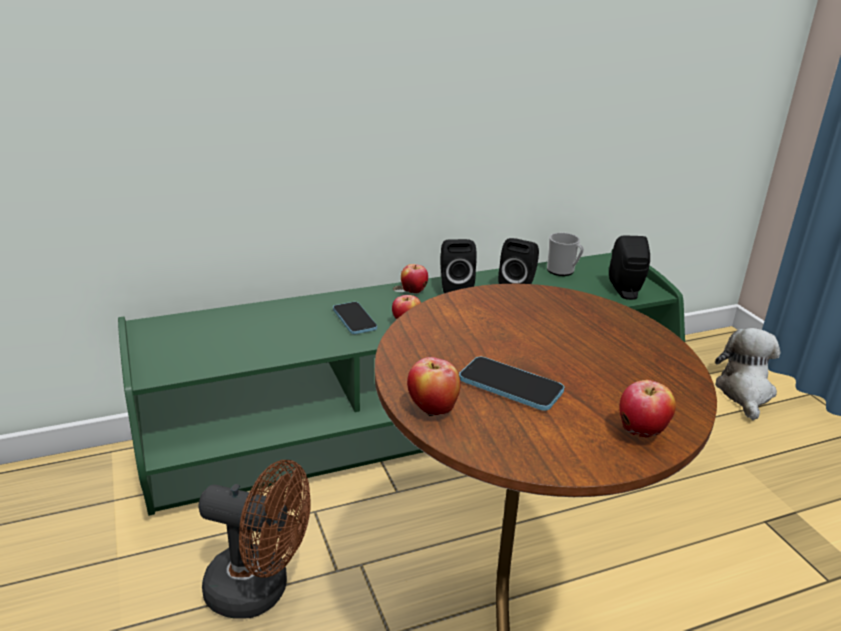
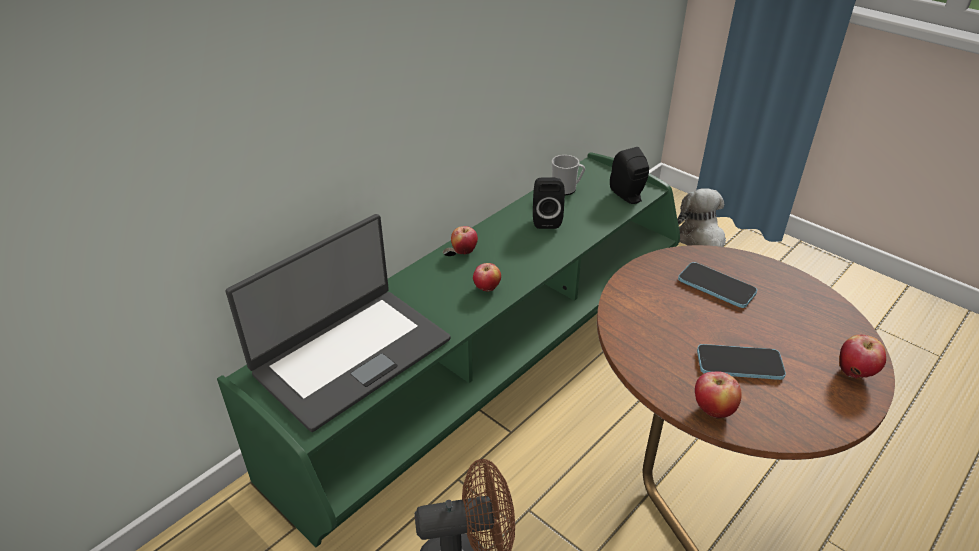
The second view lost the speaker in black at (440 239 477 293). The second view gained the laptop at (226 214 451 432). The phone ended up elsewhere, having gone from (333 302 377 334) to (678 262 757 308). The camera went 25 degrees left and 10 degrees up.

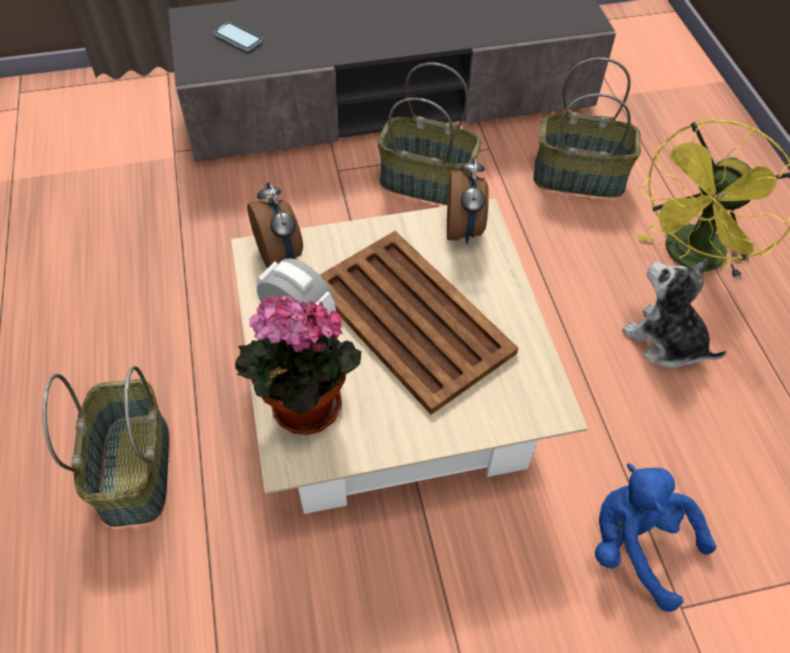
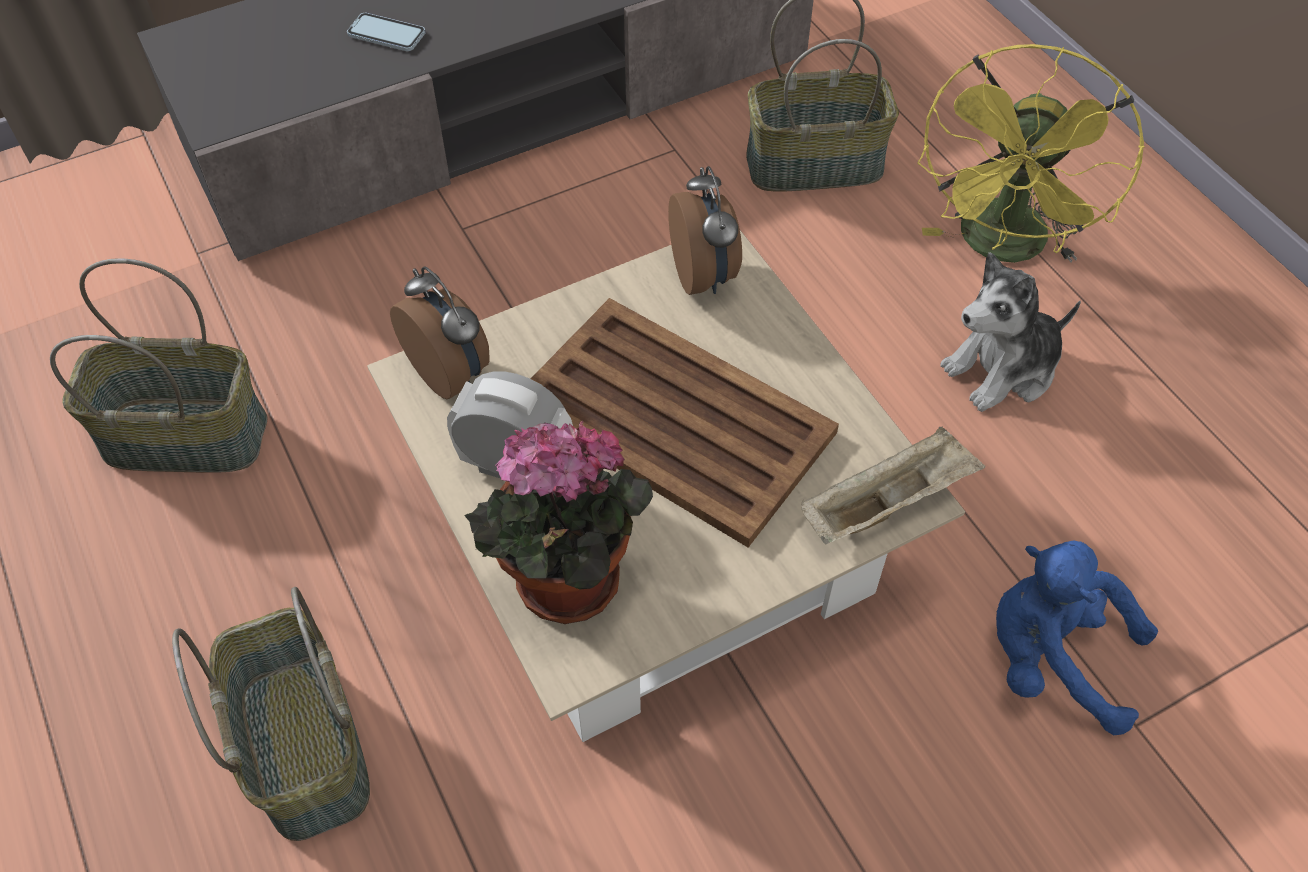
The second view gained the serving tray in beige at (801 426 985 544). The phone ended up elsewhere, having gone from (214 22 262 51) to (347 13 425 51). The household basket ended up elsewhere, having gone from (377 62 482 205) to (50 258 268 473). The plush toy at (622 258 727 368) ended up facing another way, 60 degrees counterclockwise from before. The camera went 15 degrees left and 0 degrees up.

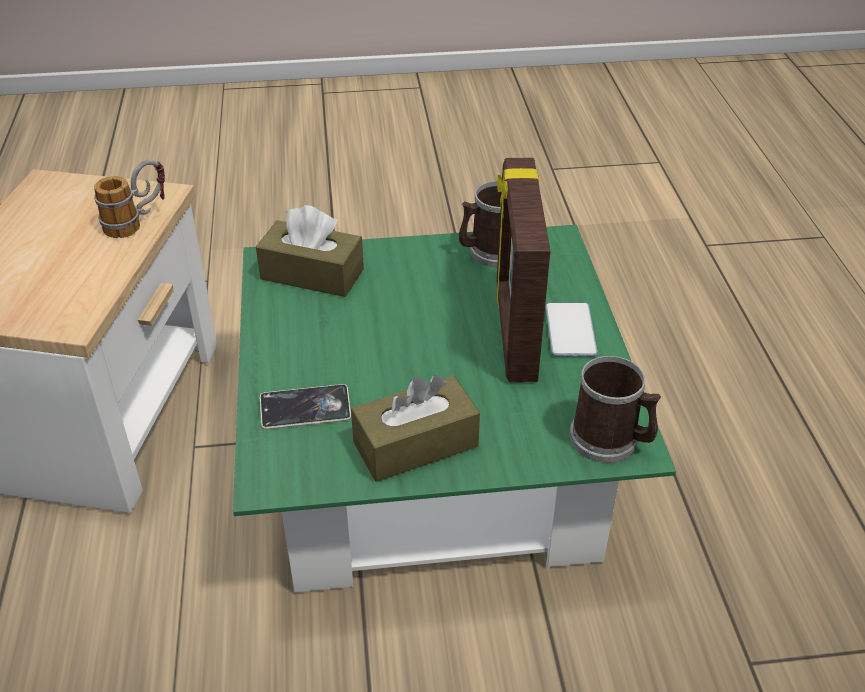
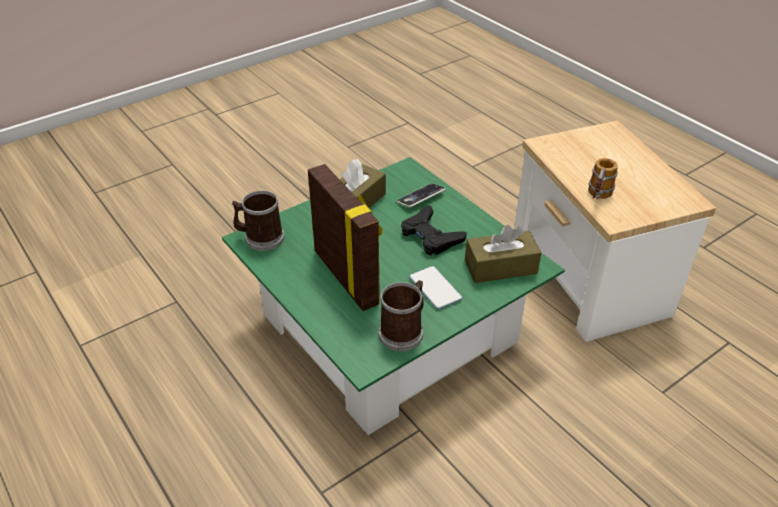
The second view gained the joypad in black at (401 205 467 255). The phone ended up elsewhere, having gone from (545 302 598 357) to (409 266 463 309). The camera went 150 degrees right and 0 degrees up.

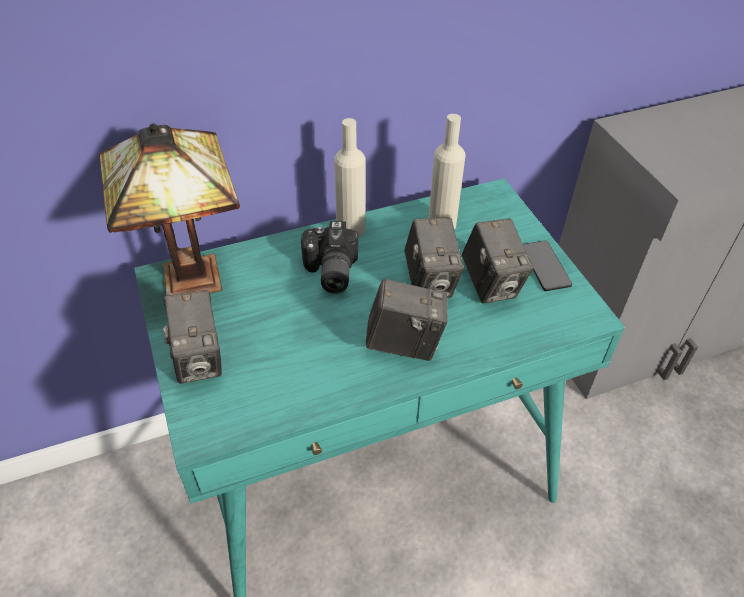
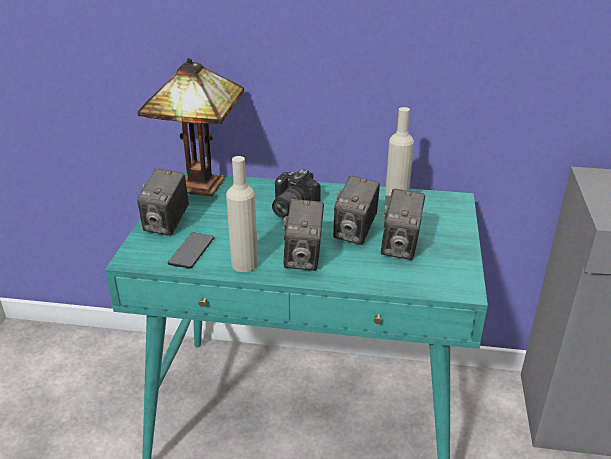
The beverage bottle in beige ended up elsewhere, having gone from (334 118 365 238) to (226 156 258 272). The phone ended up elsewhere, having gone from (523 241 572 291) to (168 232 214 269). The still camera at (366 278 448 361) ended up facing another way, 60 degrees clockwise from before. The camera went 30 degrees right and 15 degrees down.

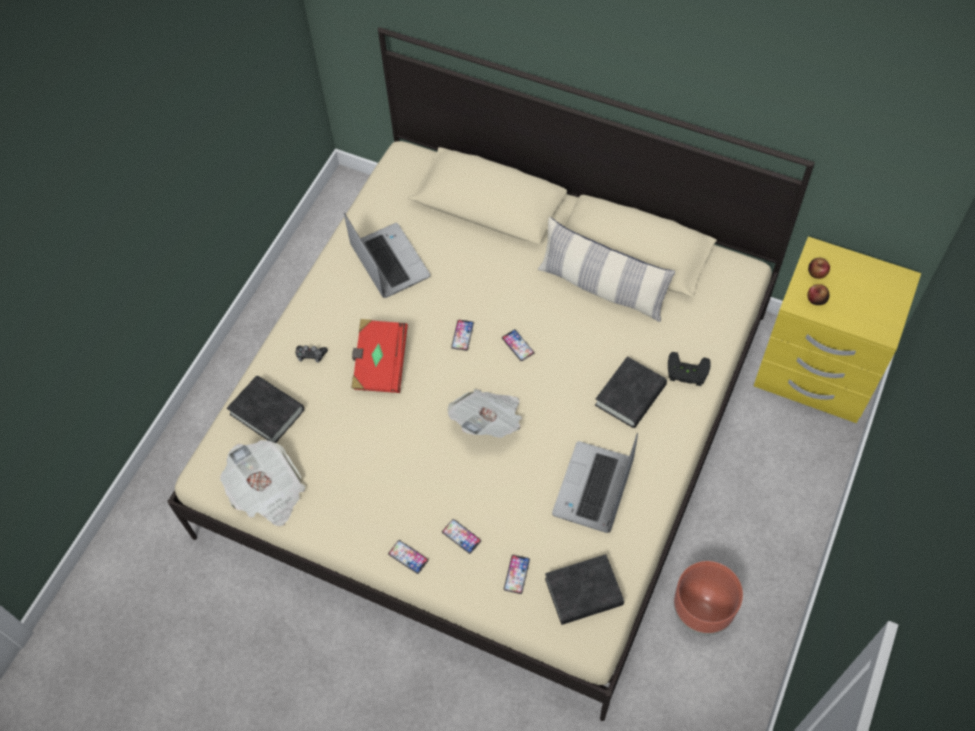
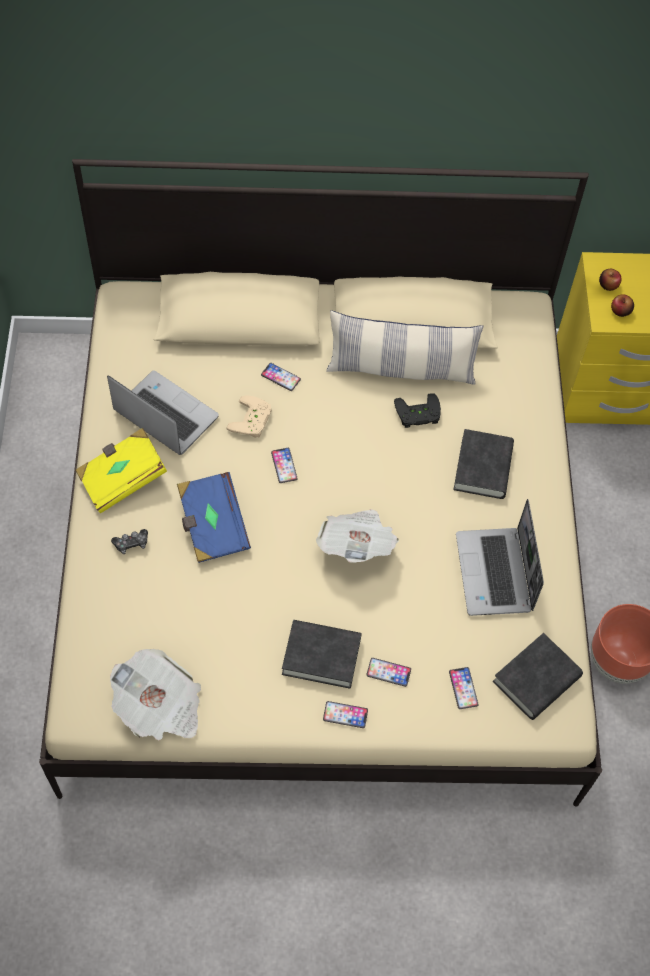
The second view gained the book in yellowish at (75 428 167 513). The second view gained the joypad in beige at (227 395 272 438). The book in black ended up elsewhere, having gone from (227 376 304 443) to (282 620 362 689). The phone ended up elsewhere, having gone from (502 330 534 361) to (261 363 301 391). The joypad in black ended up elsewhere, having gone from (668 352 711 386) to (394 393 441 428). What was the book in red at (351 319 408 393) turned into the book in blue-coloured at (177 472 251 563). The camera went 30 degrees left and 0 degrees up.

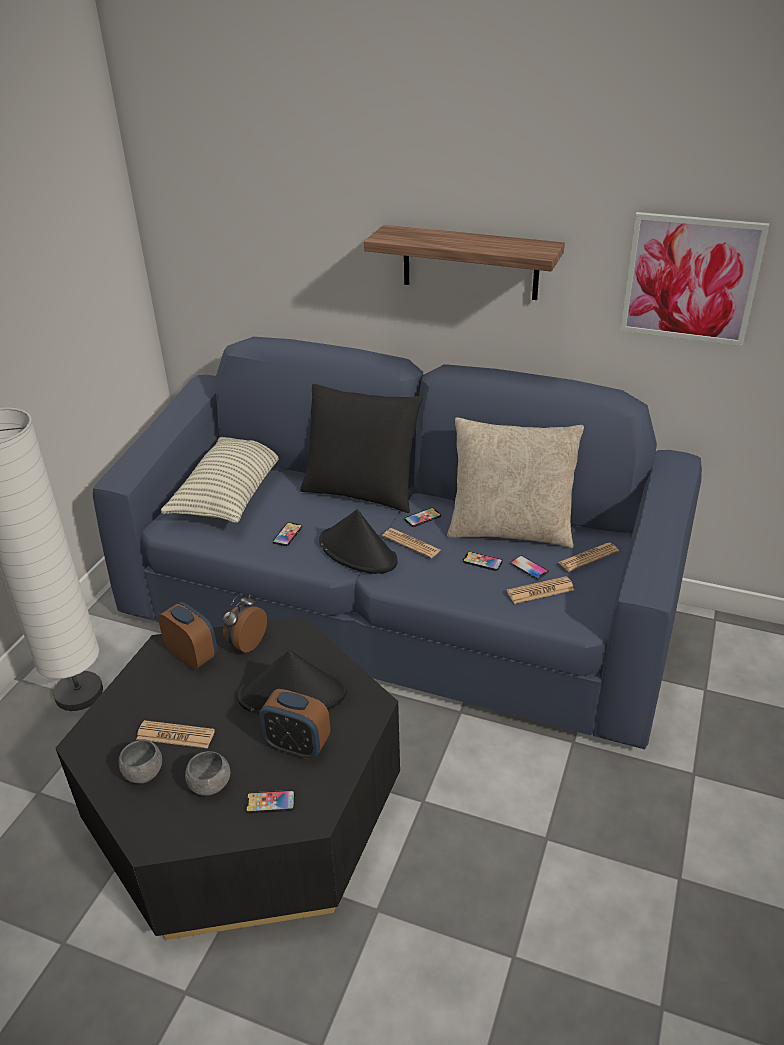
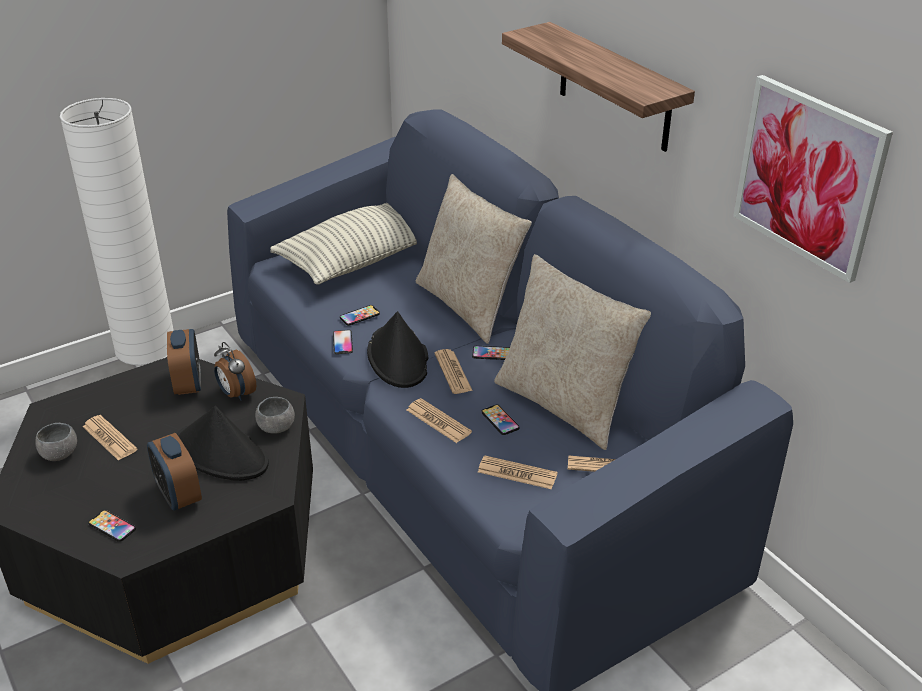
The second view gained the newspaper at (407 398 472 443). The bowl in greyish ended up elsewhere, having gone from (185 751 230 796) to (255 397 295 434). The phone ended up elsewhere, having gone from (510 555 549 579) to (333 330 353 354). What was the pillow in black at (300 384 423 513) turned into the pillow in beige at (416 174 532 344). The table clock at (223 593 267 653) ended up facing another way, 105 degrees counterclockwise from before. The camera went 35 degrees right and 0 degrees up.

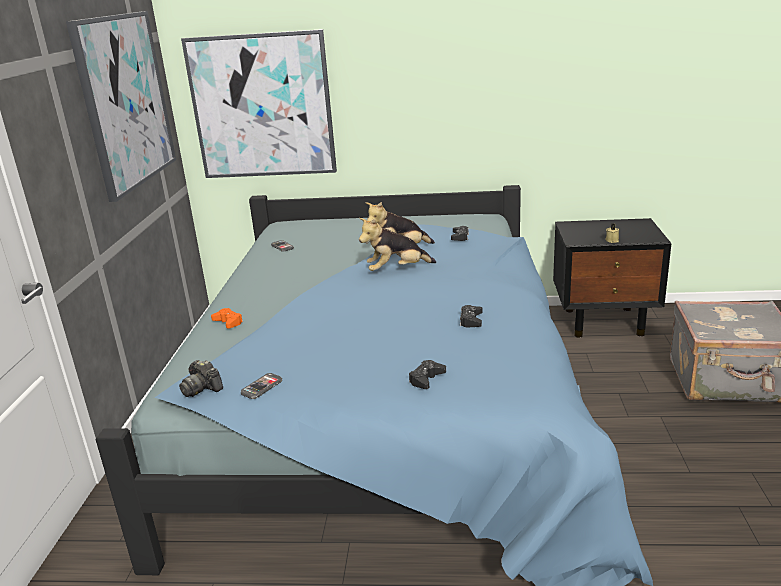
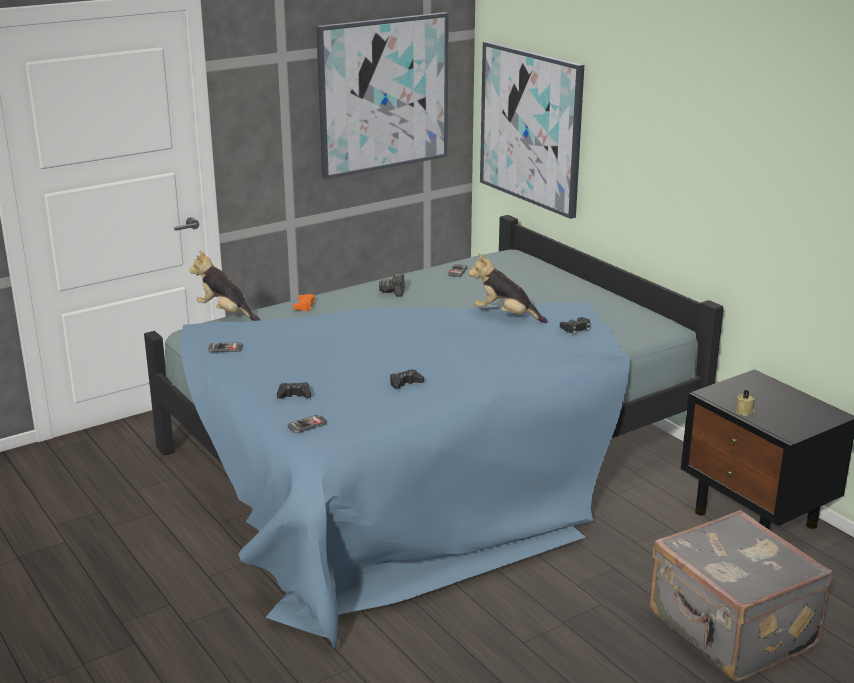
The second view gained the phone at (288 415 327 433). The still camera ended up elsewhere, having gone from (179 360 223 397) to (379 273 405 297). The plush toy ended up elsewhere, having gone from (359 218 436 271) to (189 250 260 321). The camera went 50 degrees right and 0 degrees up.

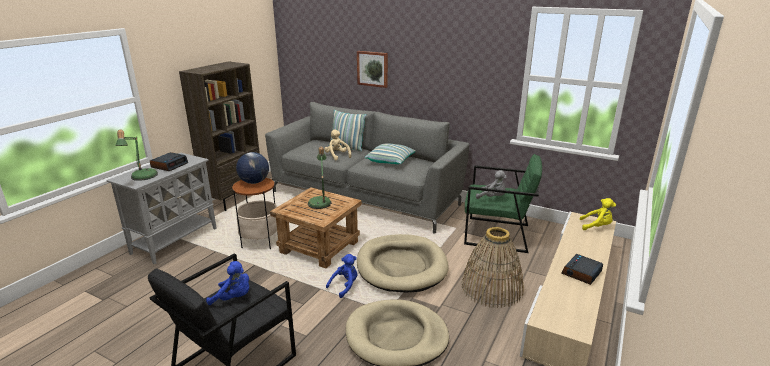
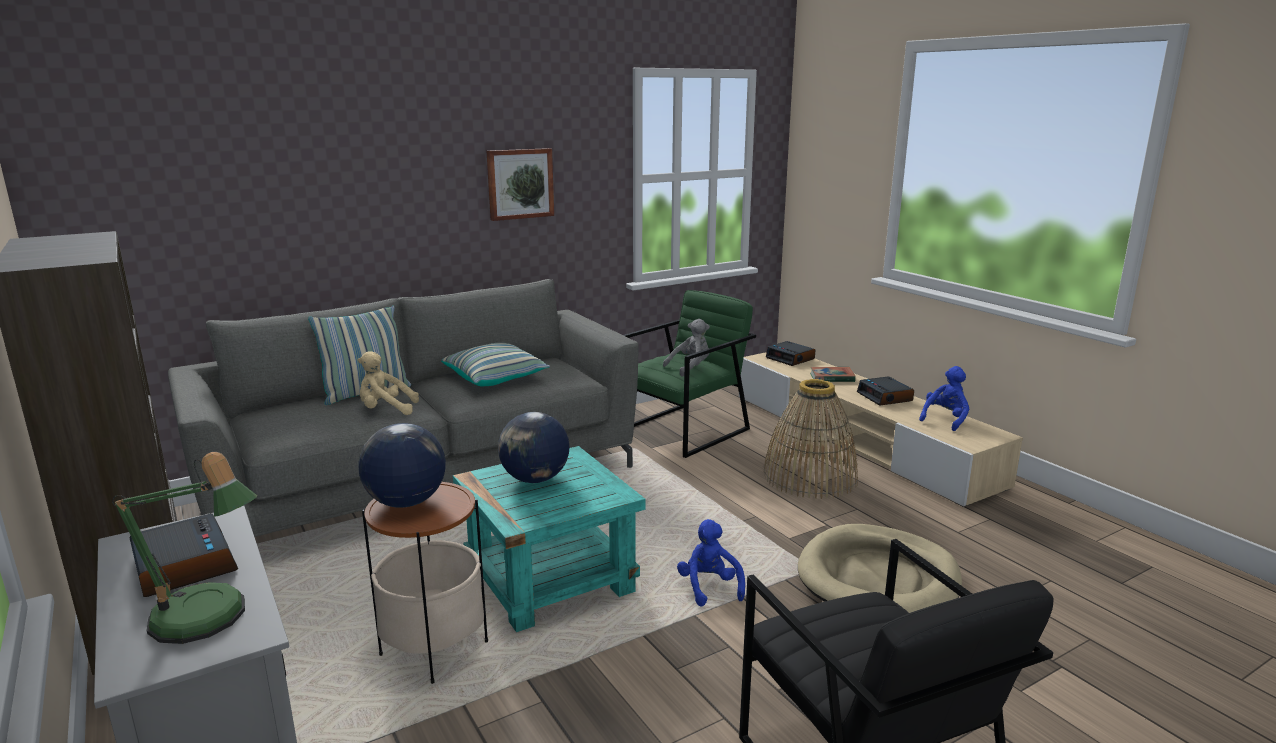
The second view lost the dog cushion in beige at (357 234 449 292). The second view gained the book at (810 367 855 382). The plush toy in blue-coloured ended up elsewhere, having gone from (206 261 249 305) to (919 366 969 431). The picture ended up elsewhere, having gone from (357 51 388 88) to (487 148 554 221). Where the tabletop lamp stood at (308 146 332 209), the world globe came to stand at (498 412 569 483). Where the plush toy in yellowish stood at (580 198 616 230), the table clock came to stand at (766 341 815 366). What was the side table in brownish at (270 187 362 269) turned into the side table in turquoise at (453 446 645 632). The camera went 60 degrees left and 5 degrees down.

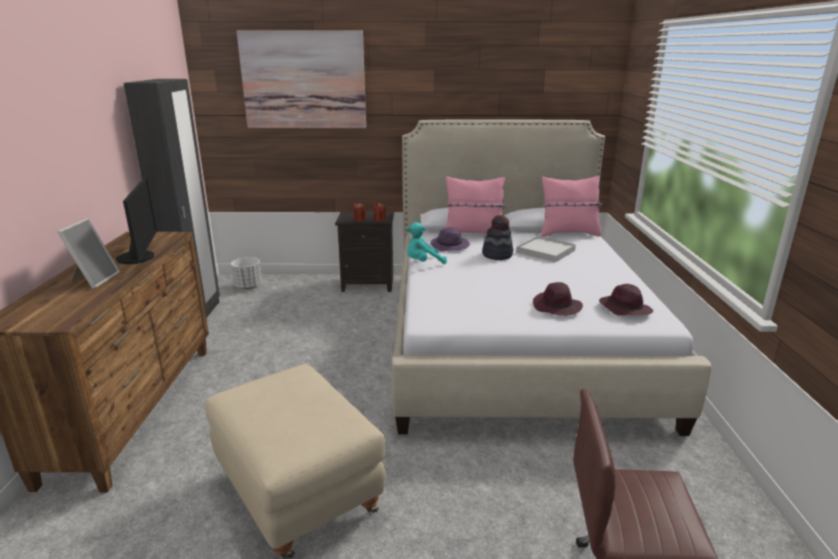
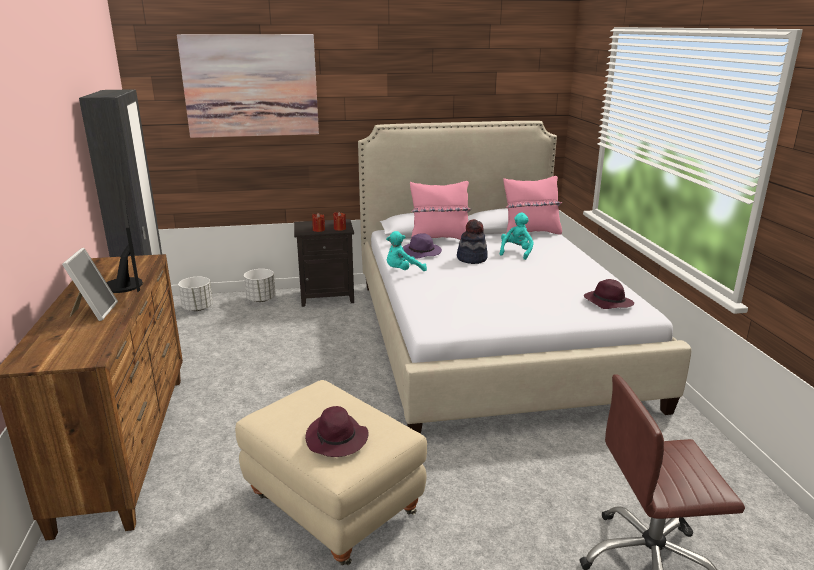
The second view gained the planter in white at (244 269 276 302). The wearable hat in purplish ended up elsewhere, having gone from (533 282 583 316) to (305 406 369 457). Where the serving tray in white stood at (516 236 576 262), the plush toy in turquoise came to stand at (500 212 534 260). The camera went 10 degrees left and 0 degrees up.

